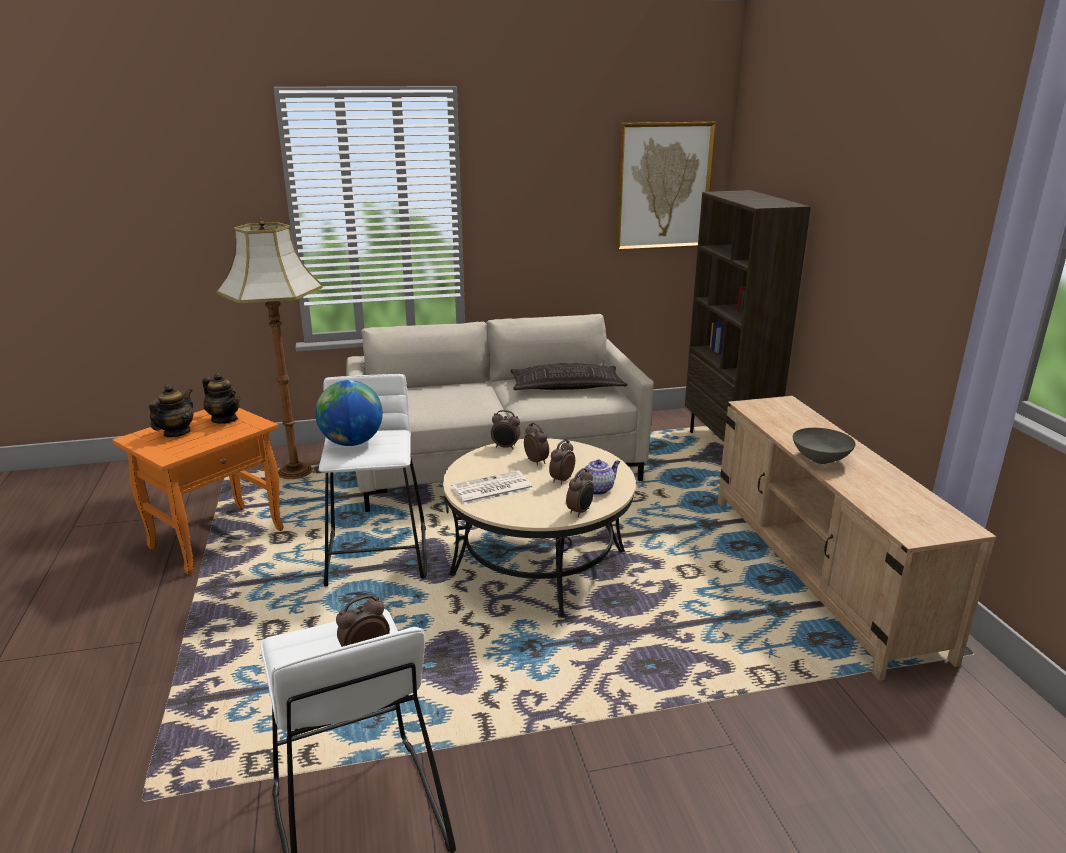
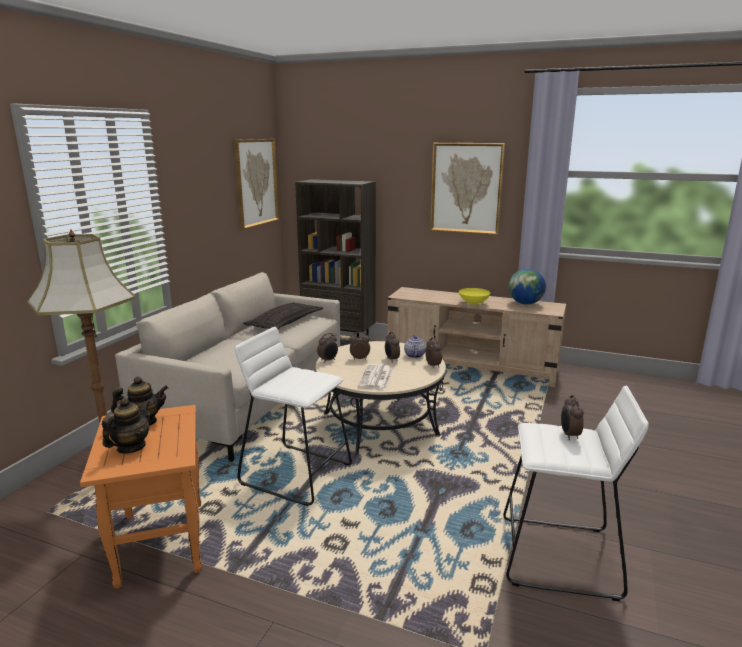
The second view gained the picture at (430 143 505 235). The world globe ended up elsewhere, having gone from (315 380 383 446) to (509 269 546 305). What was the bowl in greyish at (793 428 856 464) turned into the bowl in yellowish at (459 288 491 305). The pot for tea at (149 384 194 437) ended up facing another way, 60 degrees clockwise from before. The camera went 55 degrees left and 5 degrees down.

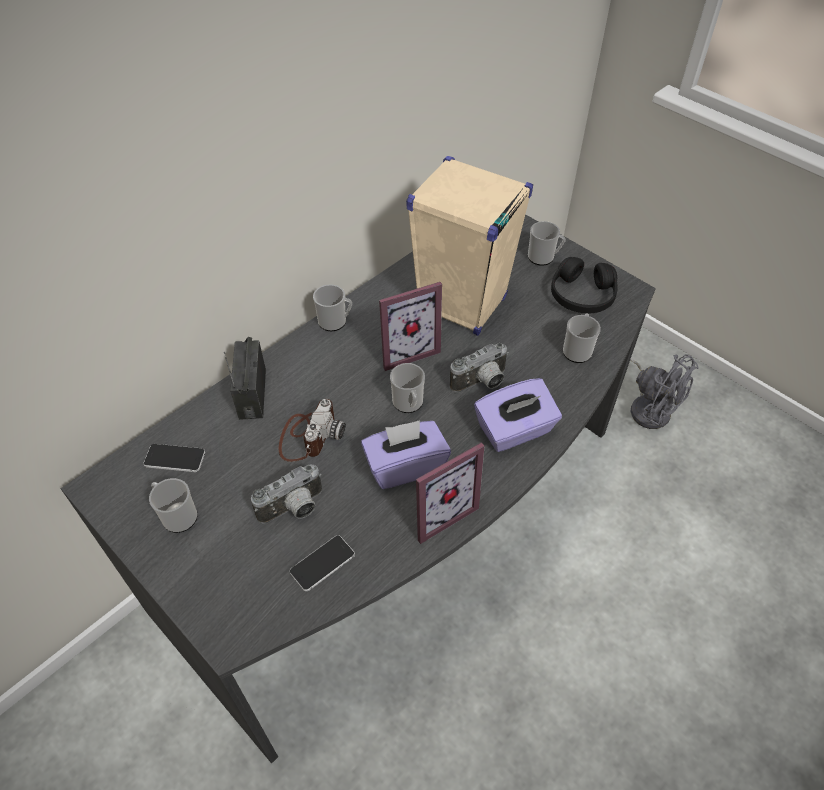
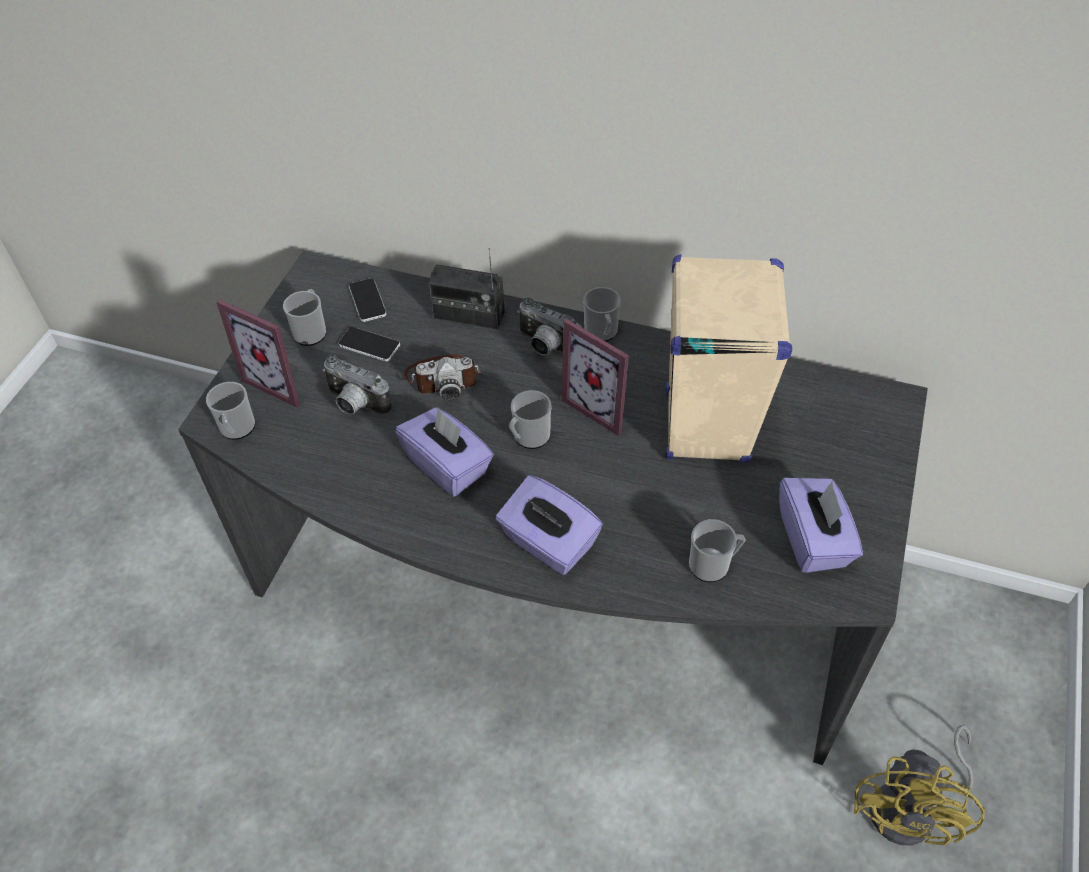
The phone ended up elsewhere, having gone from (290 535 355 591) to (339 327 400 362). The picture frame ended up elsewhere, having gone from (416 442 485 544) to (217 300 300 408). The still camera ended up elsewhere, having gone from (450 343 509 393) to (517 298 582 355). The mug ended up elsewhere, having gone from (528 221 566 266) to (206 382 255 440). Where the headset in black stood at (551 257 618 314), the box of tissues in purplish came to stand at (779 478 863 573). What was the electric fan in greyish at (630 354 698 429) turned into the electric fan in yellowish at (854 725 985 845). The radio set at (224 337 266 420) ended up facing another way, 135 degrees counterclockwise from before. The camera went 65 degrees right and 0 degrees up.

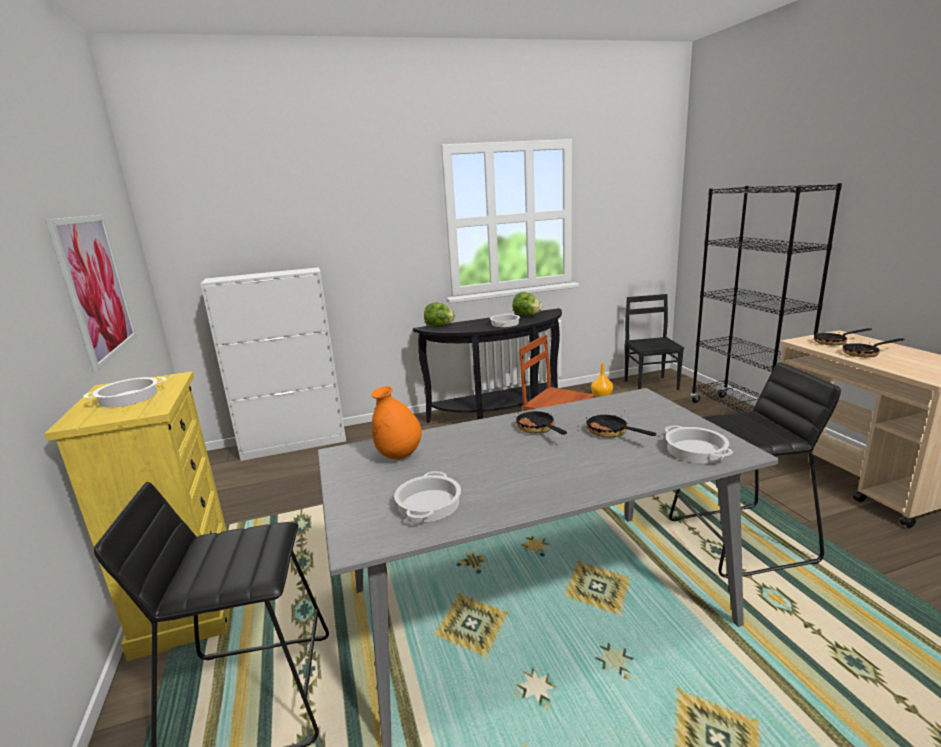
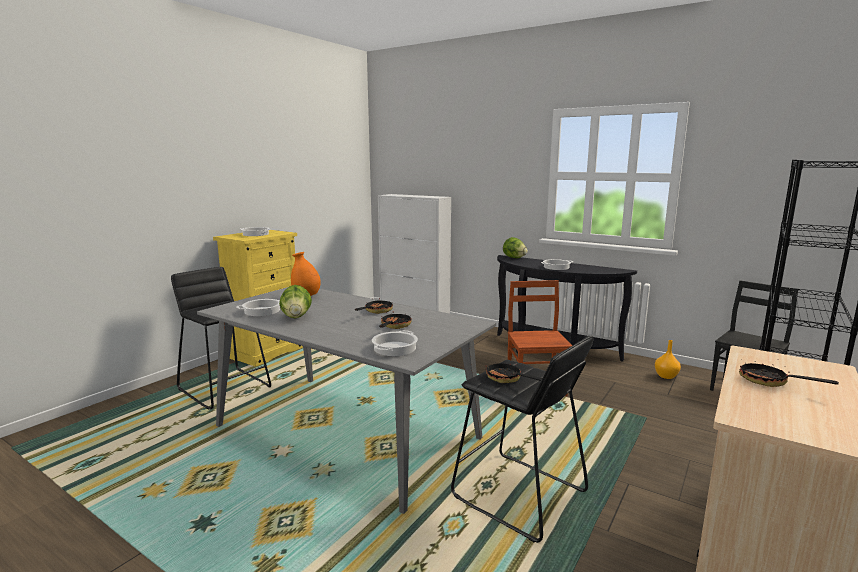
The second view lost the picture at (46 215 137 372). The lettuce ended up elsewhere, having gone from (512 292 542 316) to (279 285 312 319). The frying pan ended up elsewhere, having gone from (814 328 872 346) to (486 361 542 383). The camera went 50 degrees right and 5 degrees down.

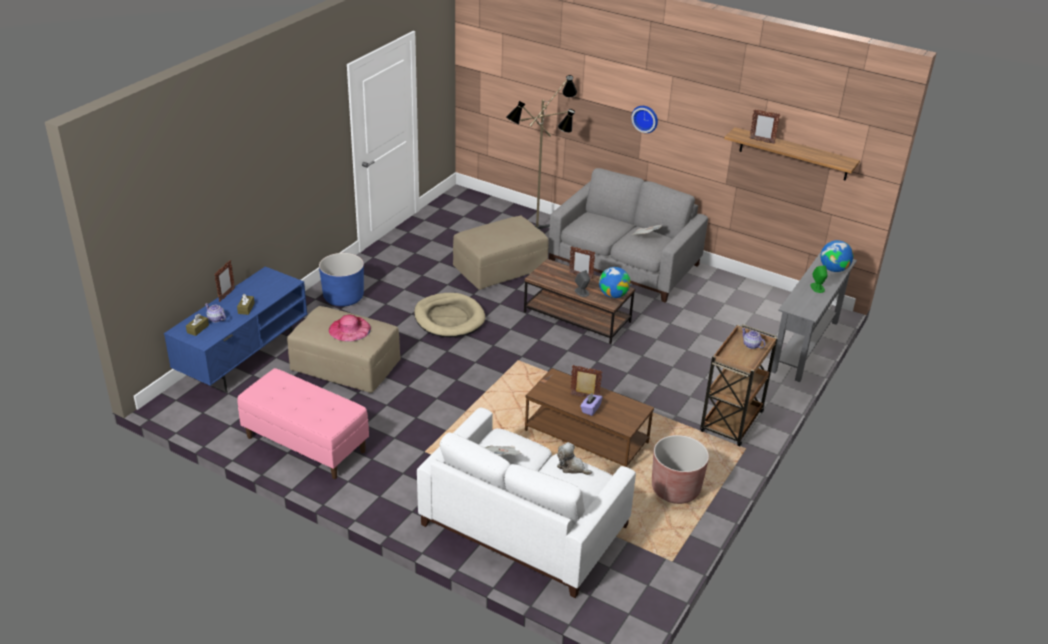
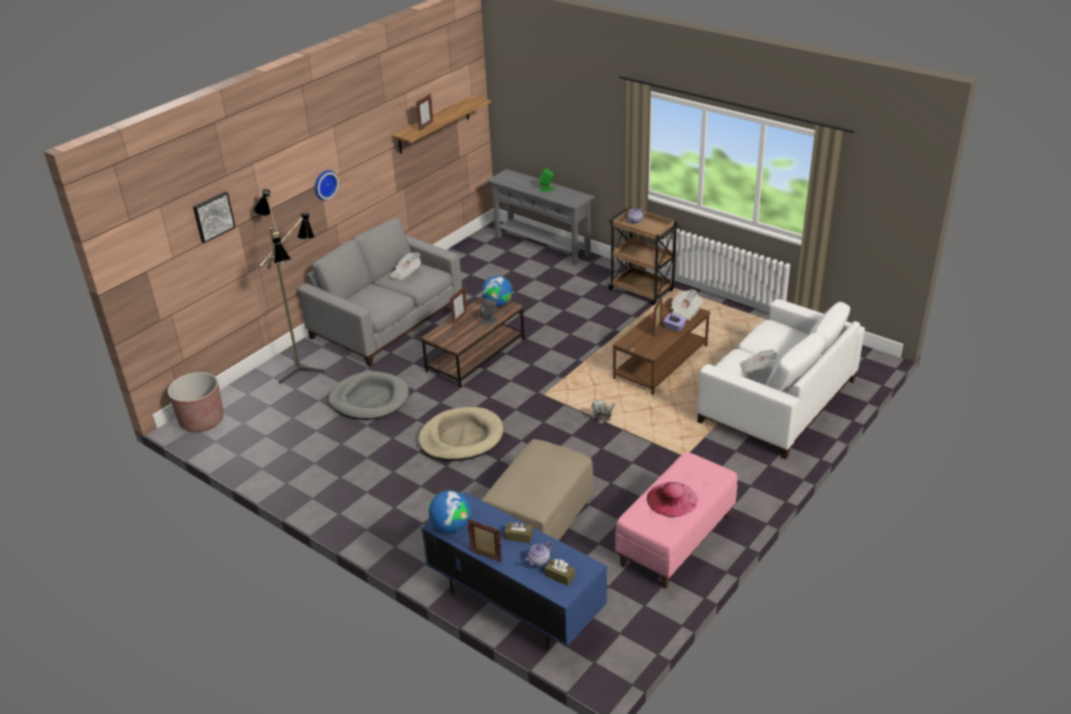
The second view lost the planter in blue-coloured at (319 253 364 307). The second view gained the picture at (193 192 236 243). The second view gained the newspaper at (671 290 703 321). The wearable hat in pinkish ended up elsewhere, having gone from (329 314 371 342) to (647 482 697 517). The plush toy ended up elsewhere, having gone from (557 442 592 475) to (591 400 615 424). The planter in brownish ended up elsewhere, having gone from (652 435 709 504) to (168 372 224 432). The world globe ended up elsewhere, having gone from (820 240 853 272) to (429 490 471 533). Where the footrest in beige stood at (453 215 548 290), the dog cushion in greyish came to stand at (328 371 409 420). The camera went 80 degrees left and 0 degrees up.

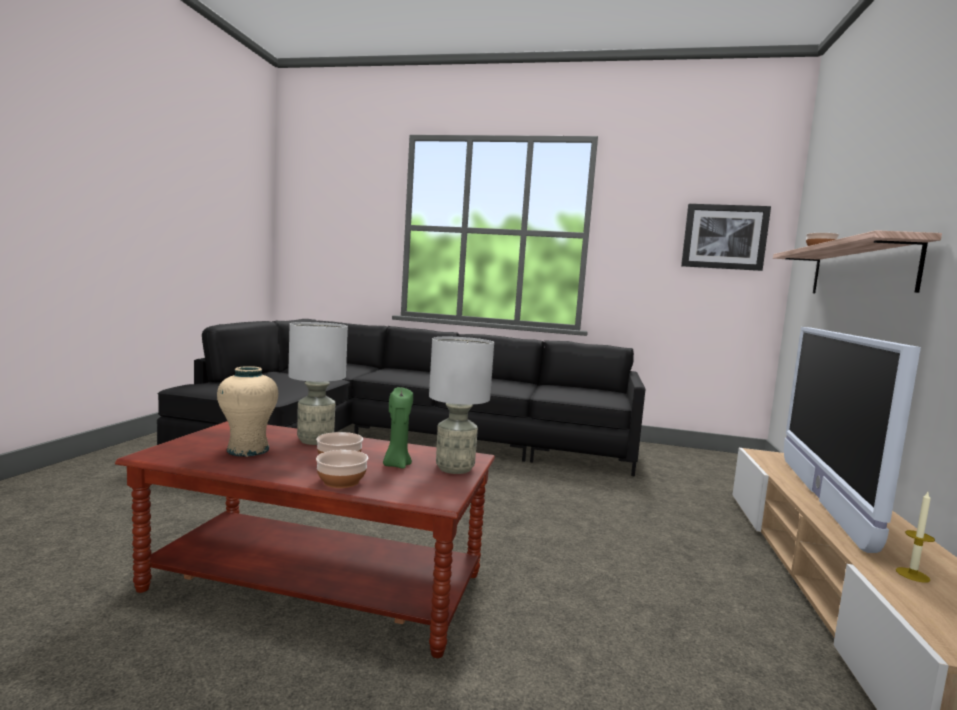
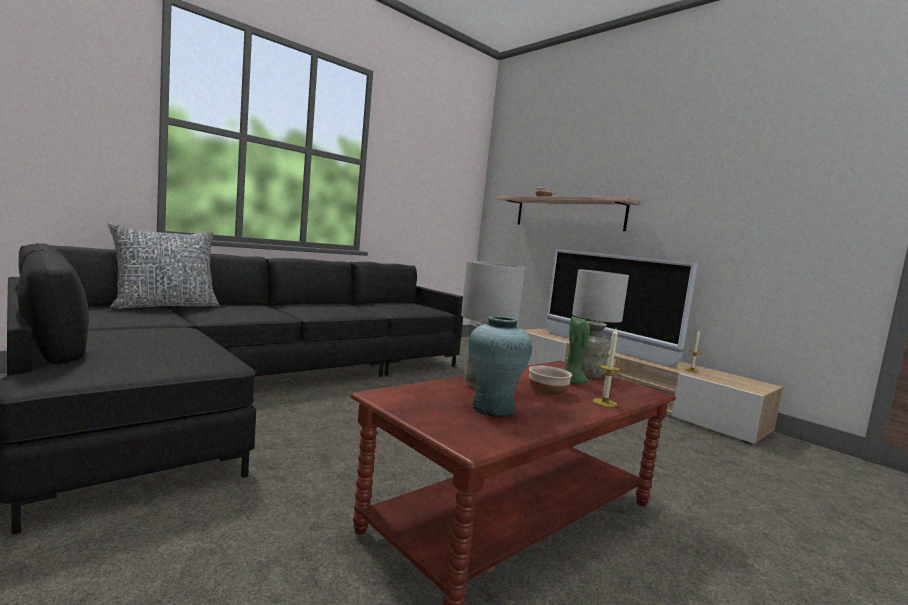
The second view lost the picture at (681 204 771 271). The second view gained the pillow at (108 223 219 309). Where the bowl stood at (316 450 368 488), the wax light came to stand at (593 328 621 407). What was the flower vase in beige at (217 366 278 457) turned into the flower vase in turquoise at (468 316 532 417). The camera went 55 degrees left and 0 degrees up.

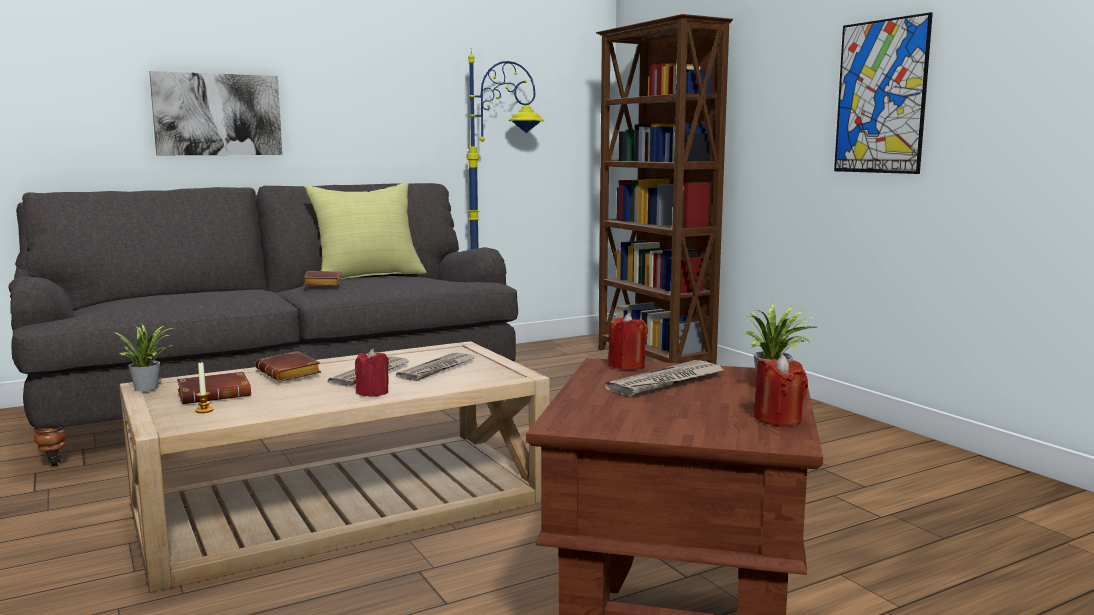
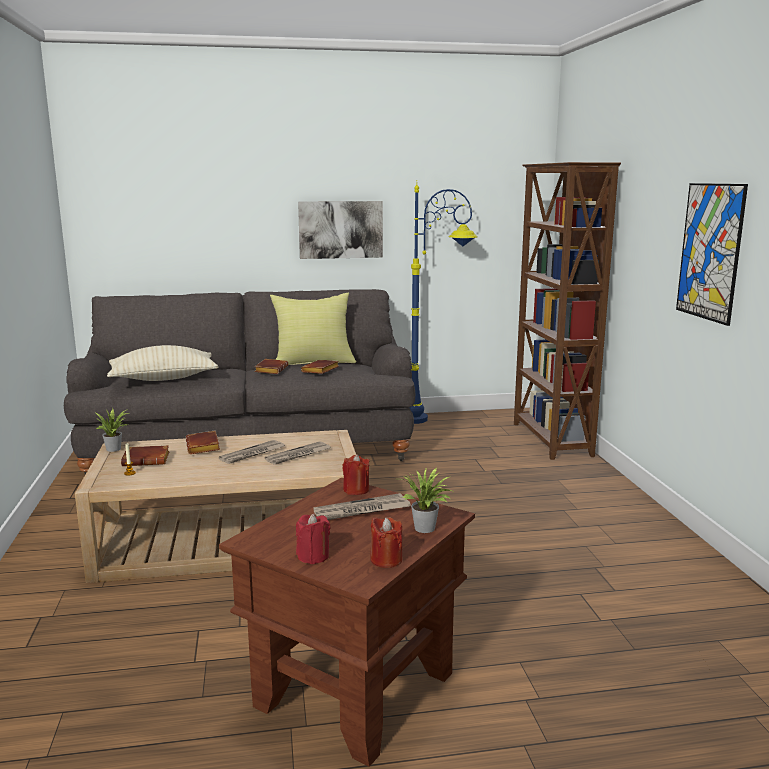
The second view gained the pillow in beige at (107 345 219 381). The second view gained the book in brownish at (301 360 339 374). The picture ended up elsewhere, having gone from (149 71 282 155) to (298 201 383 259). The wax light in red ended up elsewhere, having gone from (355 348 389 397) to (296 514 330 564). The camera went 20 degrees right and 5 degrees up.

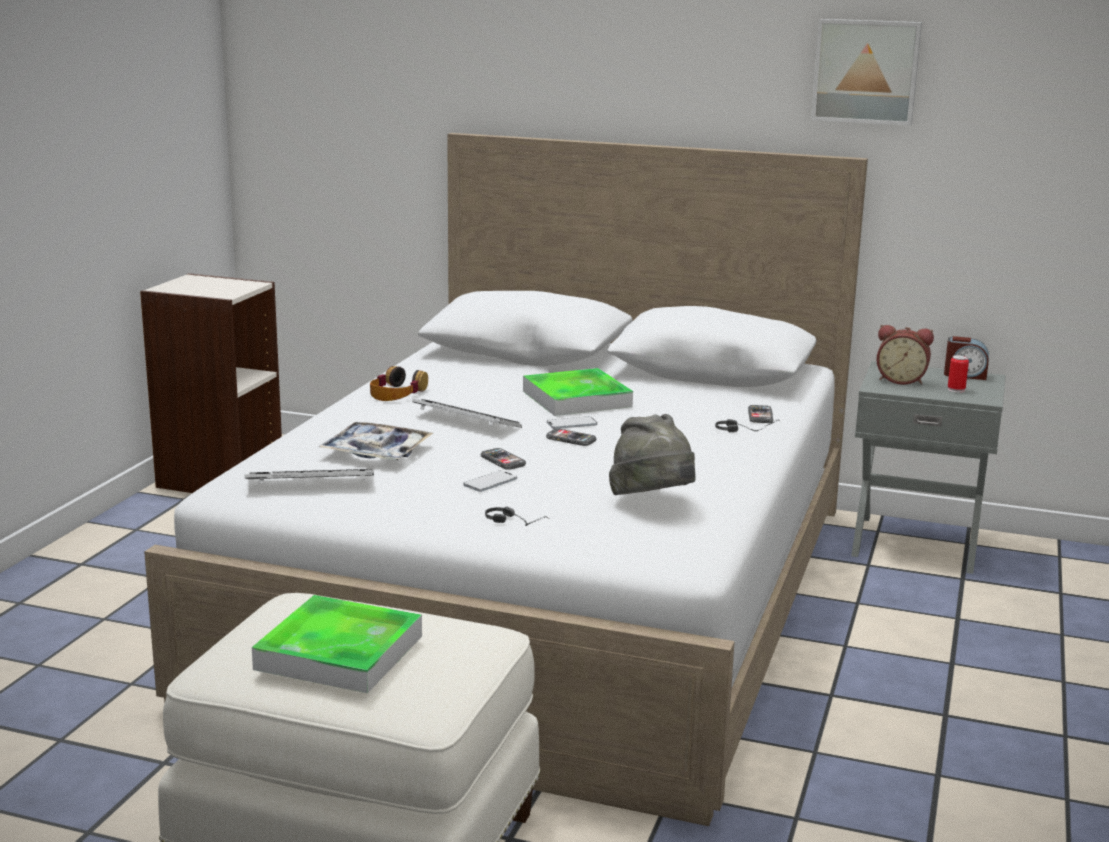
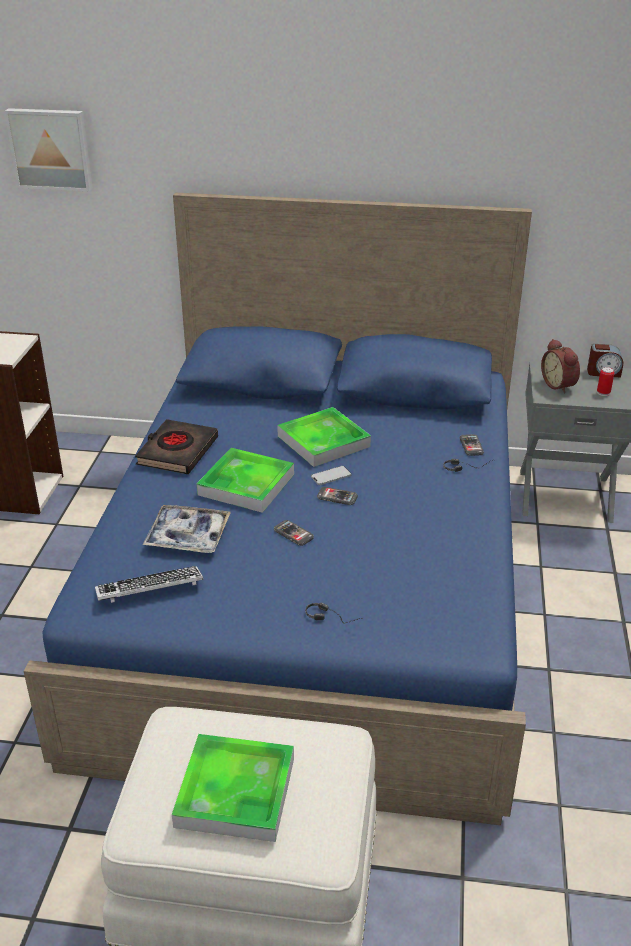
The second view lost the phone at (463 470 517 492). The second view lost the wearable hat in greyish at (609 414 695 495). The picture ended up elsewhere, having gone from (811 19 922 126) to (4 108 93 191). Where the headset stood at (370 366 428 401), the book in black came to stand at (135 419 218 474). Where the computer keyboard stood at (412 399 522 428), the serving tray came to stand at (197 448 294 513). What was the sleeping bed in white at (144 133 868 826) turned into the sleeping bed in blue-coloured at (24 193 532 825). The table clock at (876 325 934 385) ended up facing another way, 60 degrees clockwise from before. The camera went 10 degrees left and 15 degrees up.

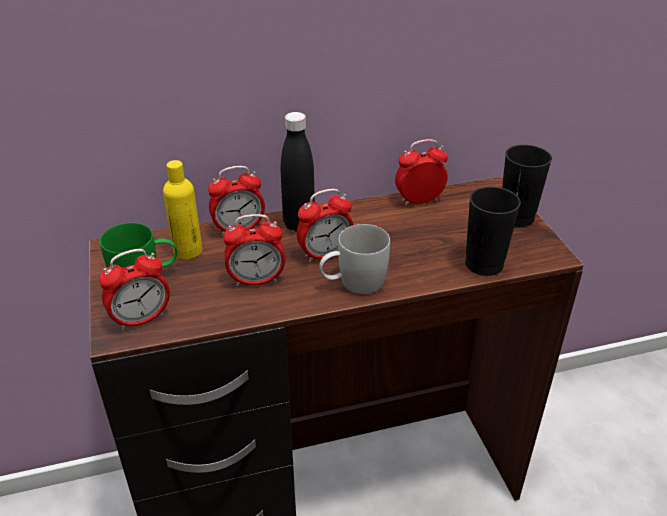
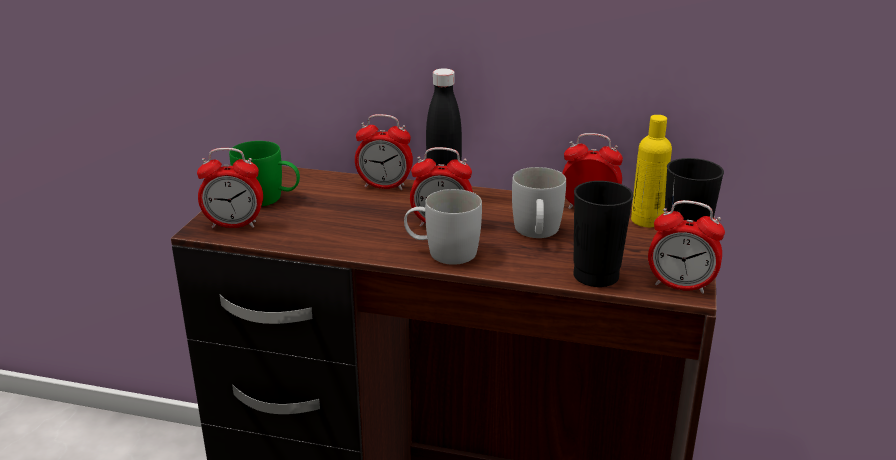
The second view gained the mug in white at (512 167 566 238). The beverage bottle in yellowish ended up elsewhere, having gone from (163 160 202 259) to (631 115 672 227). The table clock ended up elsewhere, having gone from (223 214 286 287) to (648 200 725 294). The camera went 30 degrees right and 10 degrees down.

